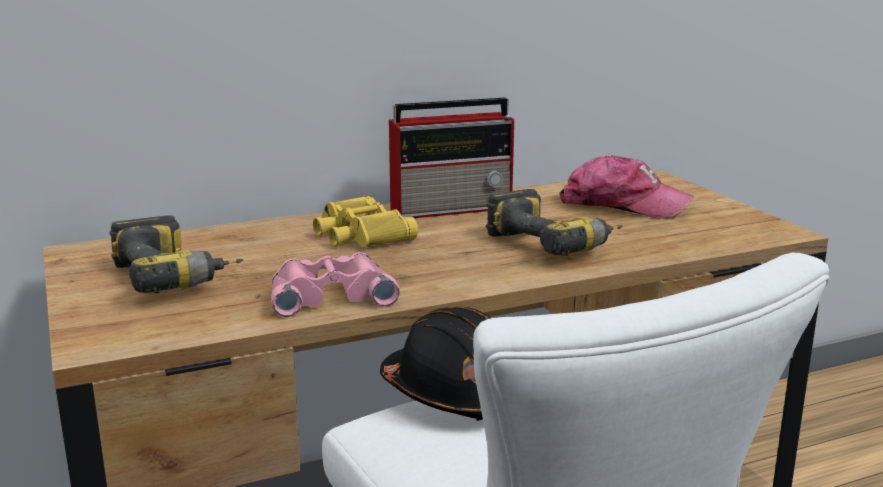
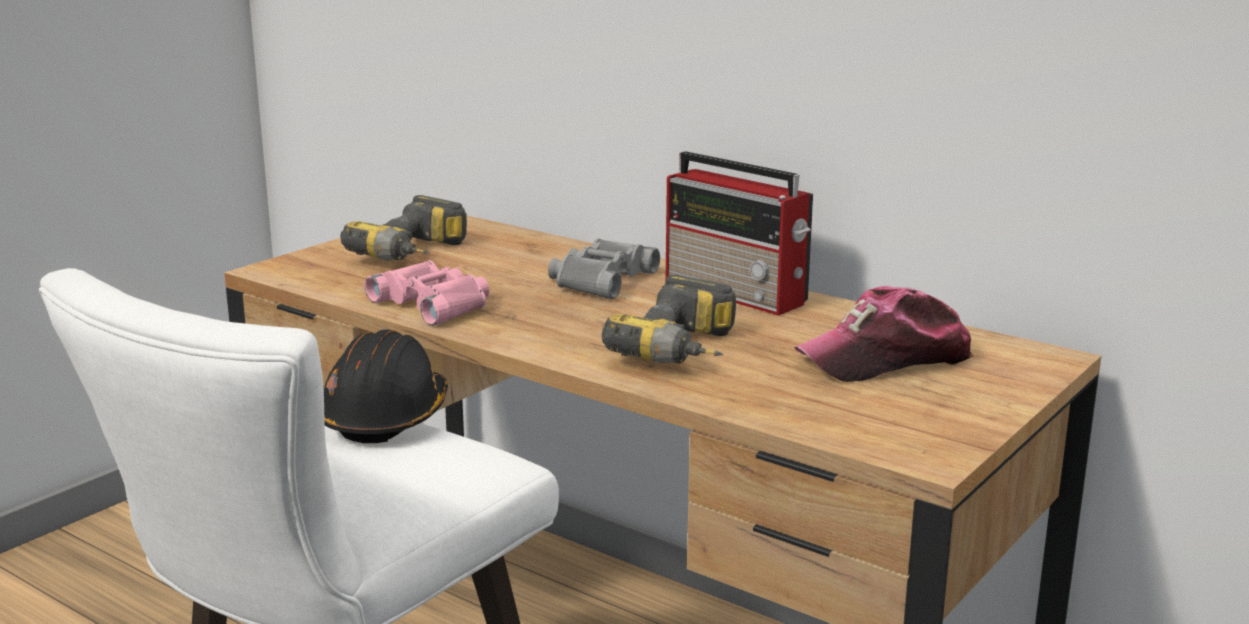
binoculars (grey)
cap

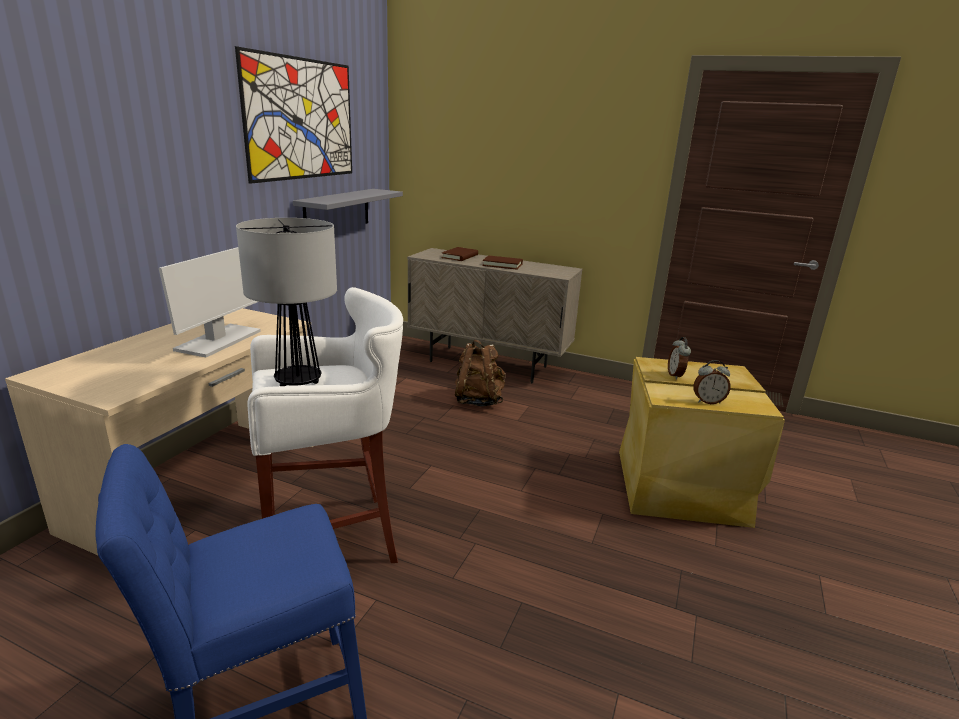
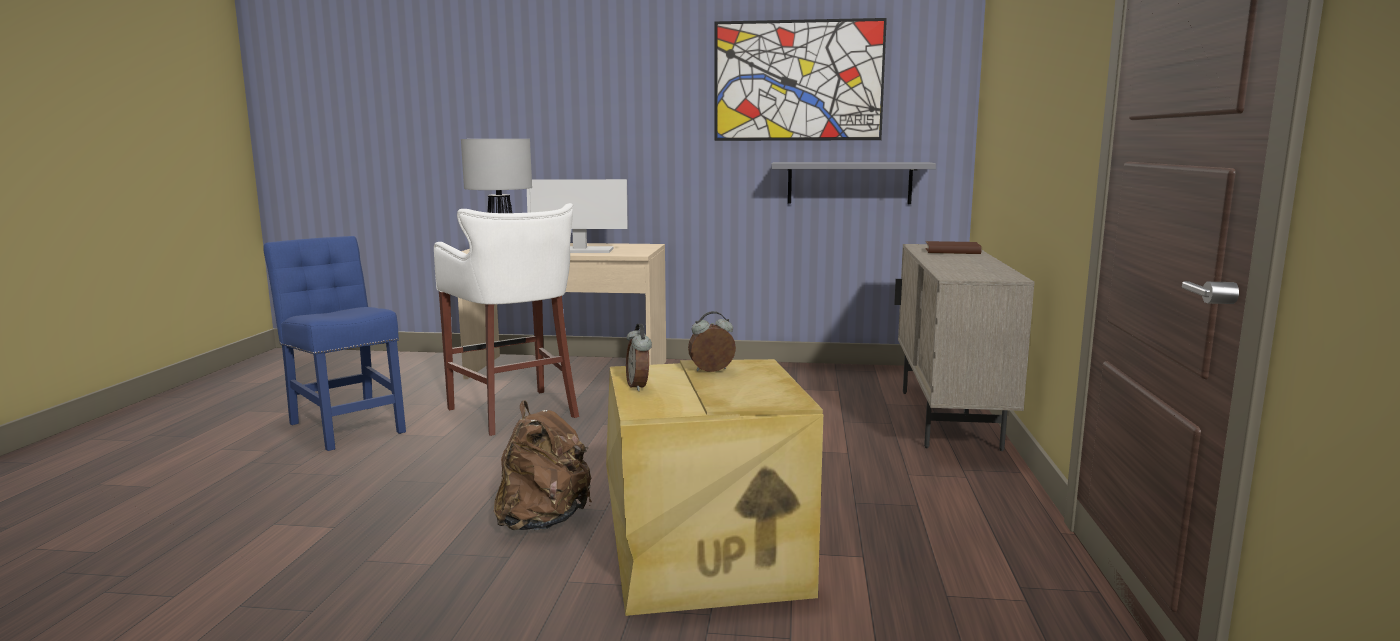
backpack (brown)
book (brown) (2nd from left in the first image)

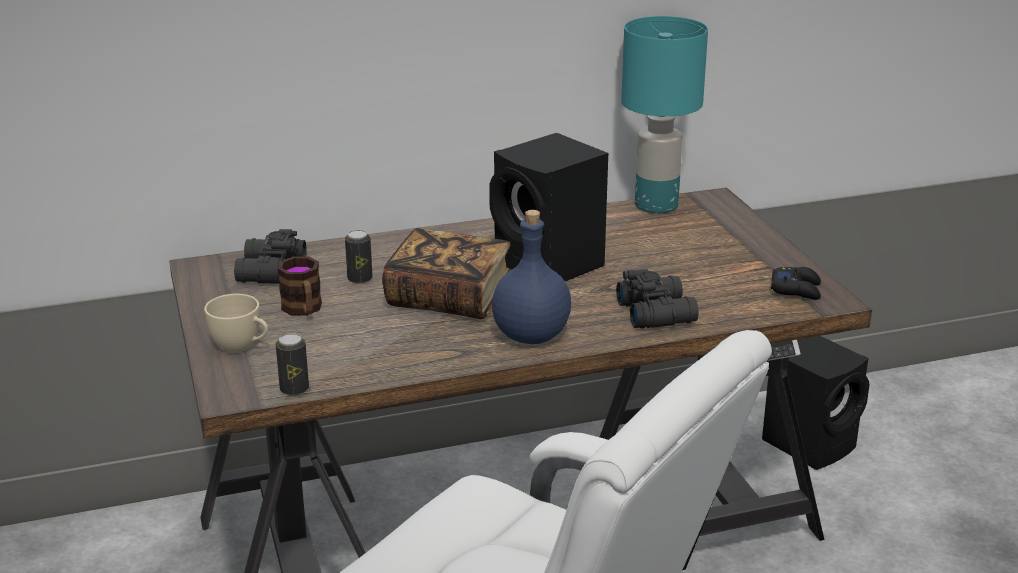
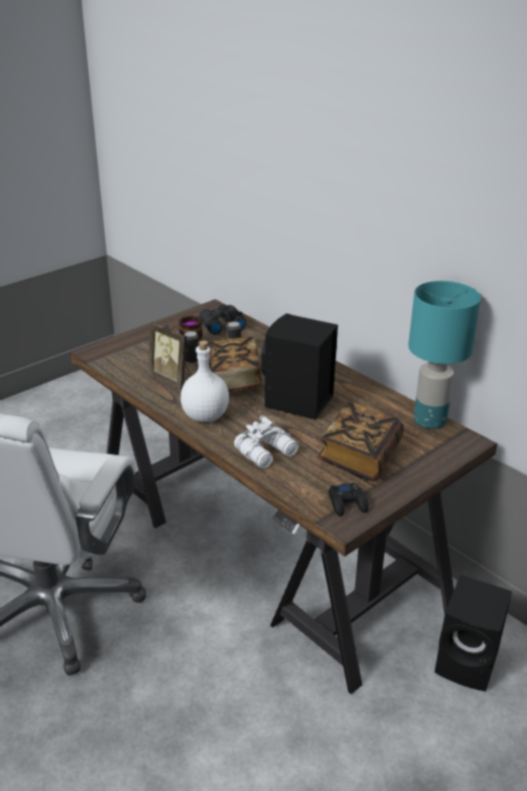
picture frame
bottle (white)
can (1st from left)
binoculars (white)
book (2nd from left)
cup (beige)

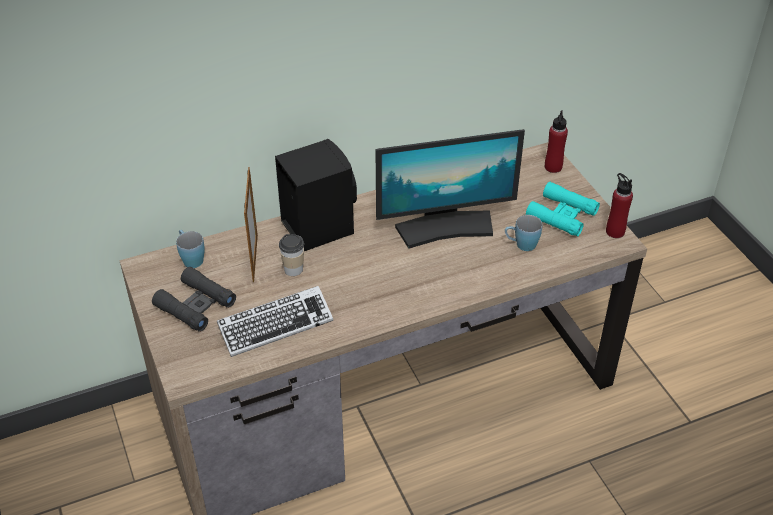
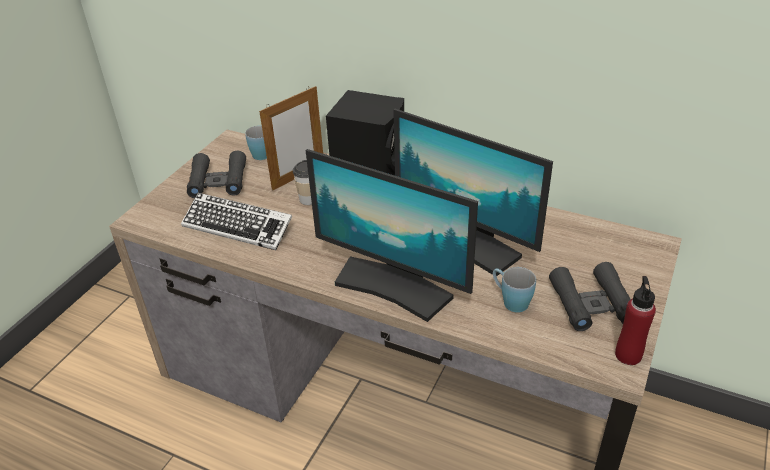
monitor (1st from left)
binoculars (black) (2nd from left)
bottle (red) (1st from left in the first image)

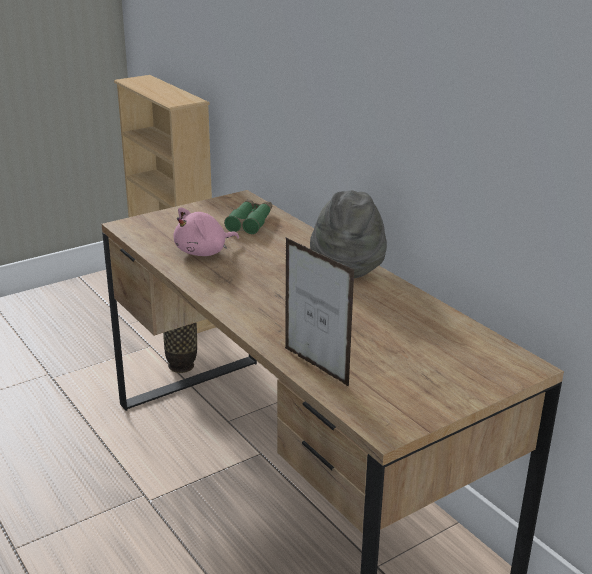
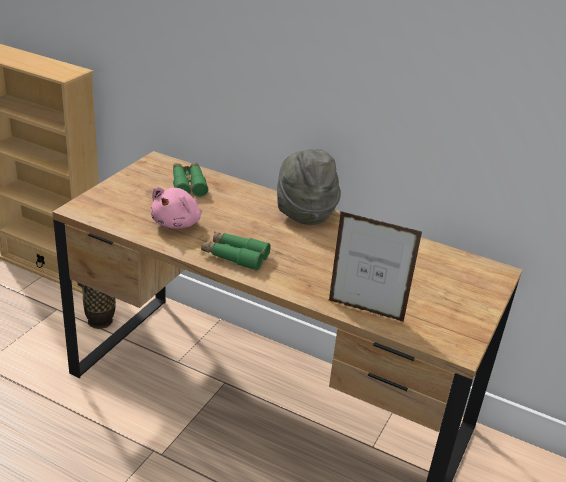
binoculars (green) (2nd from left)

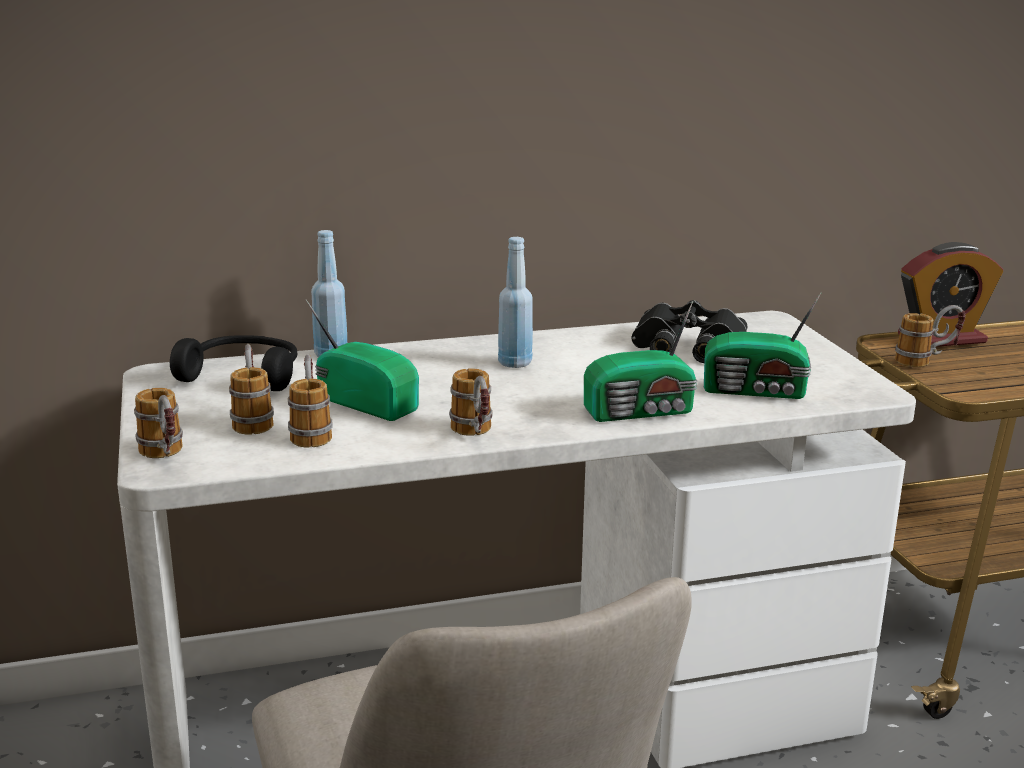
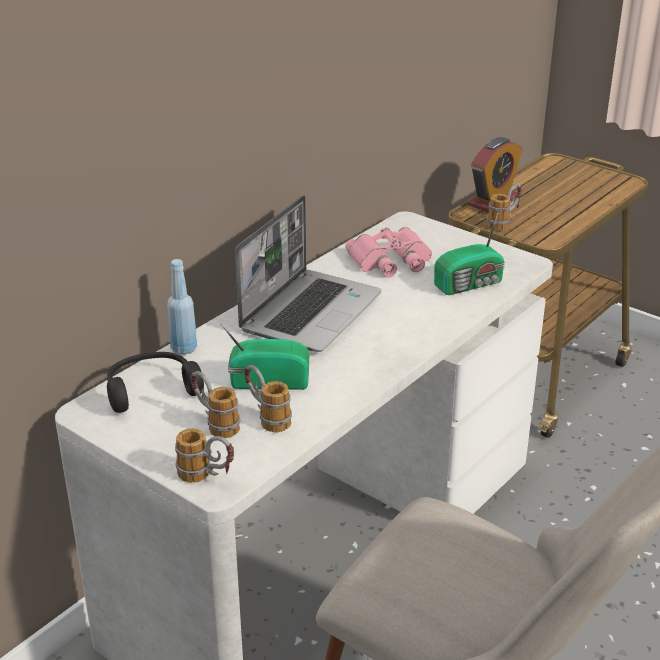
laptop
binoculars (pink)
mug (4th from left in the first image)
radio (2nd from left in the first image)

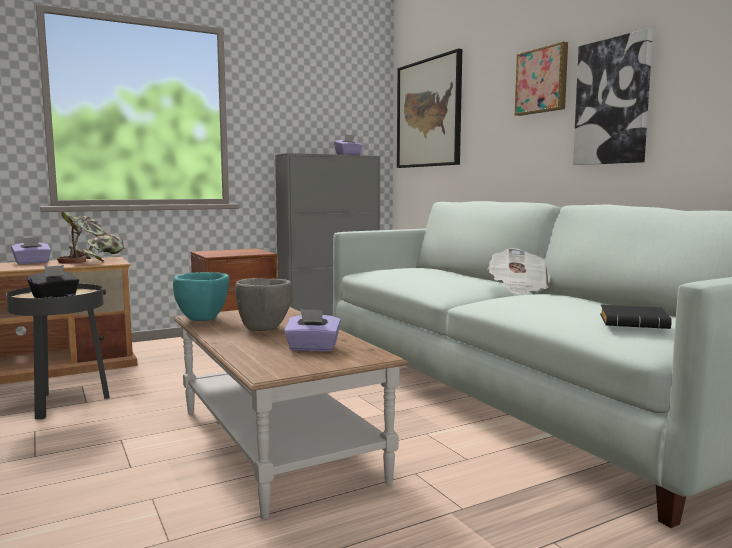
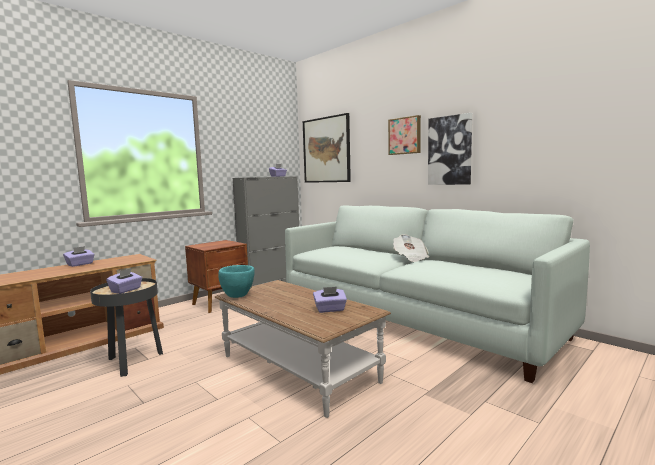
tissue box (purple) (2nd from left)
potted plant
bowl (grey)
book (black)

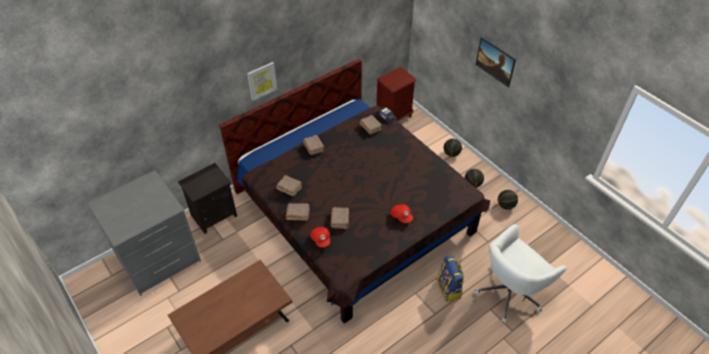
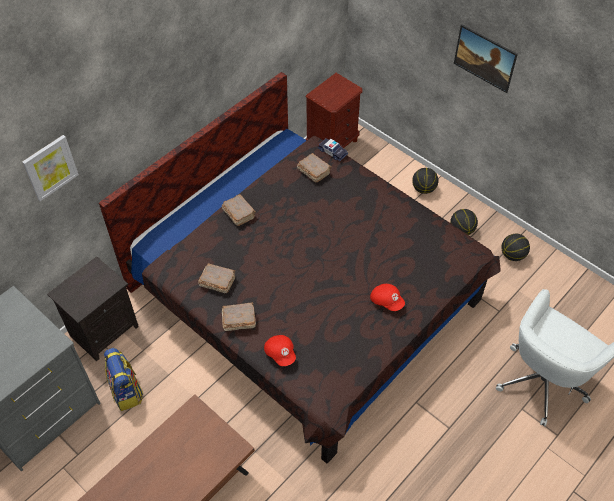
picture (1st from left)
backpack
book (brown) (4th from left in the first image)

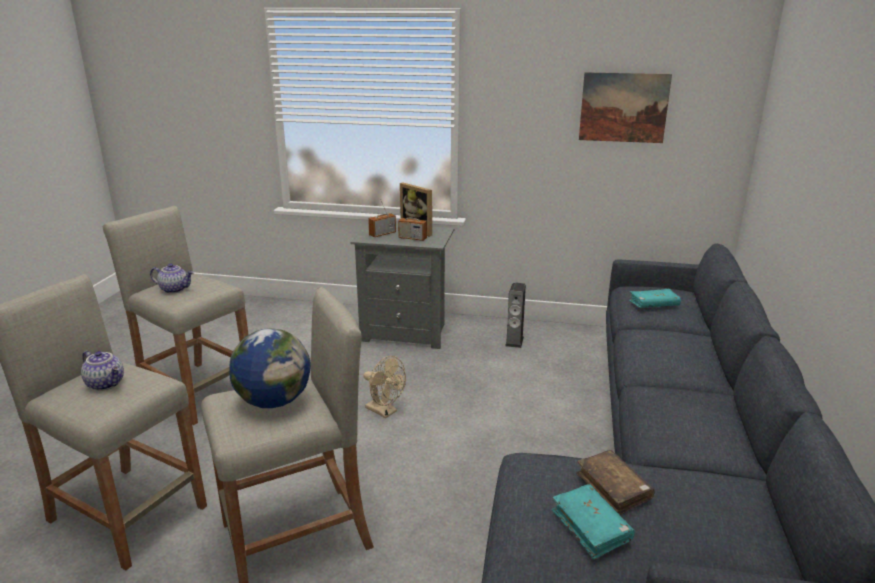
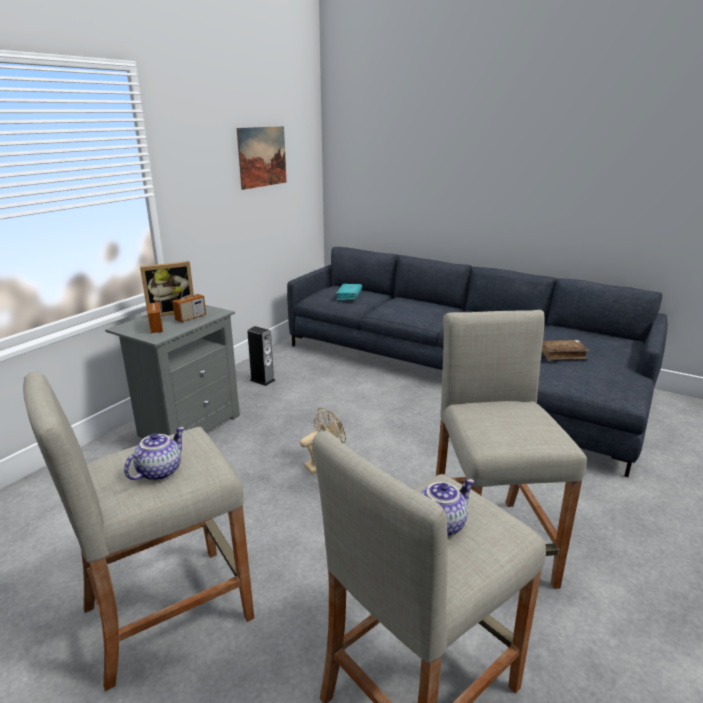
globe
book (turquoise) (1st from left in the first image)

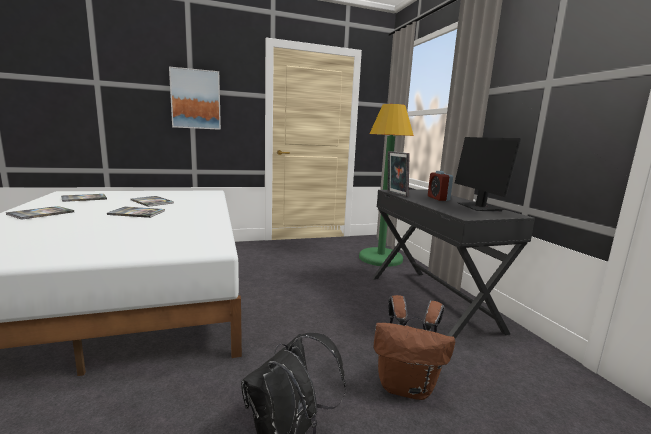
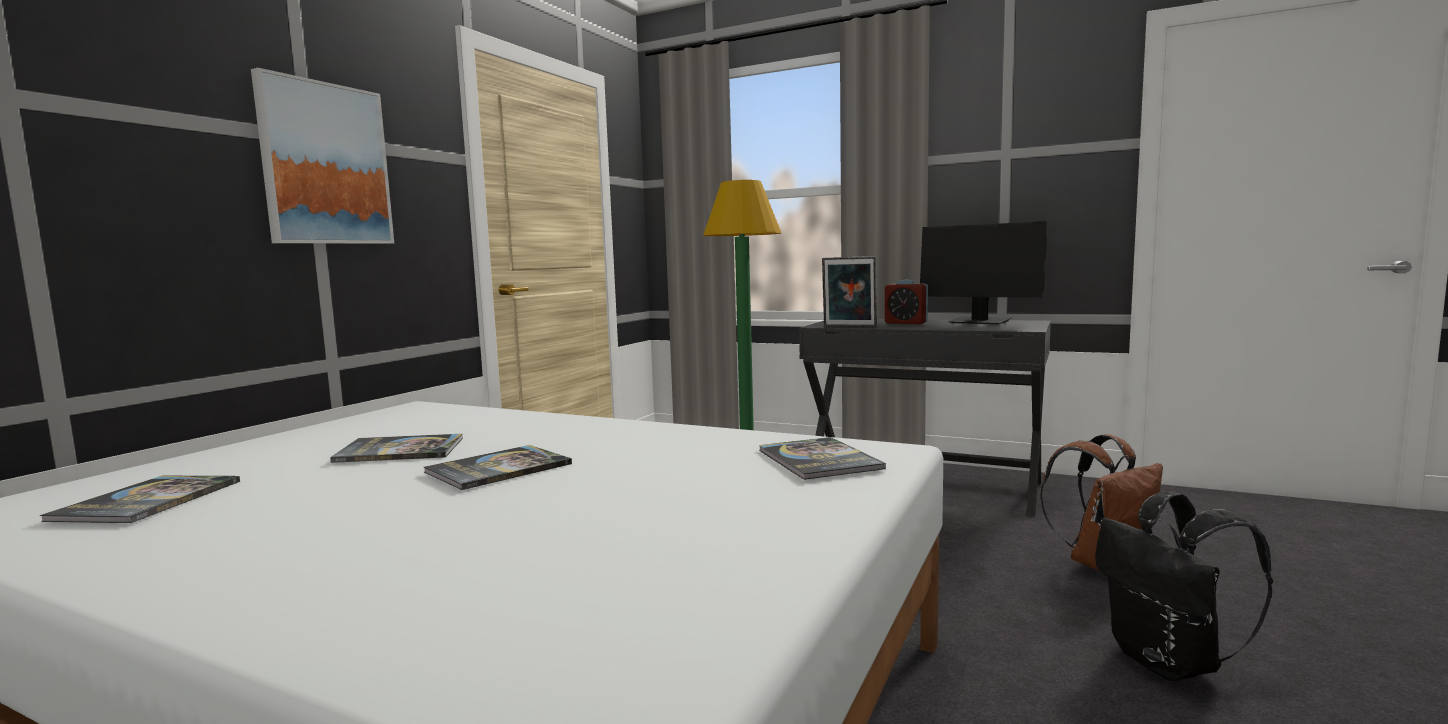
book (4th from left)

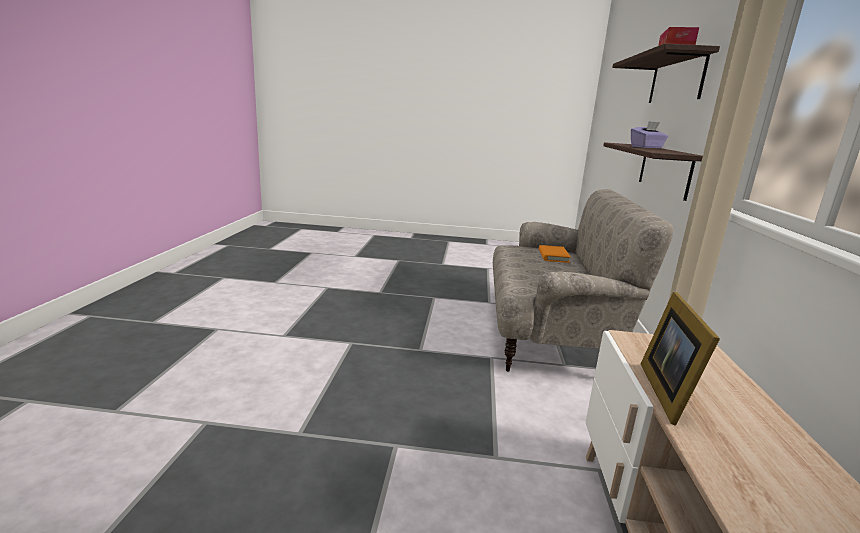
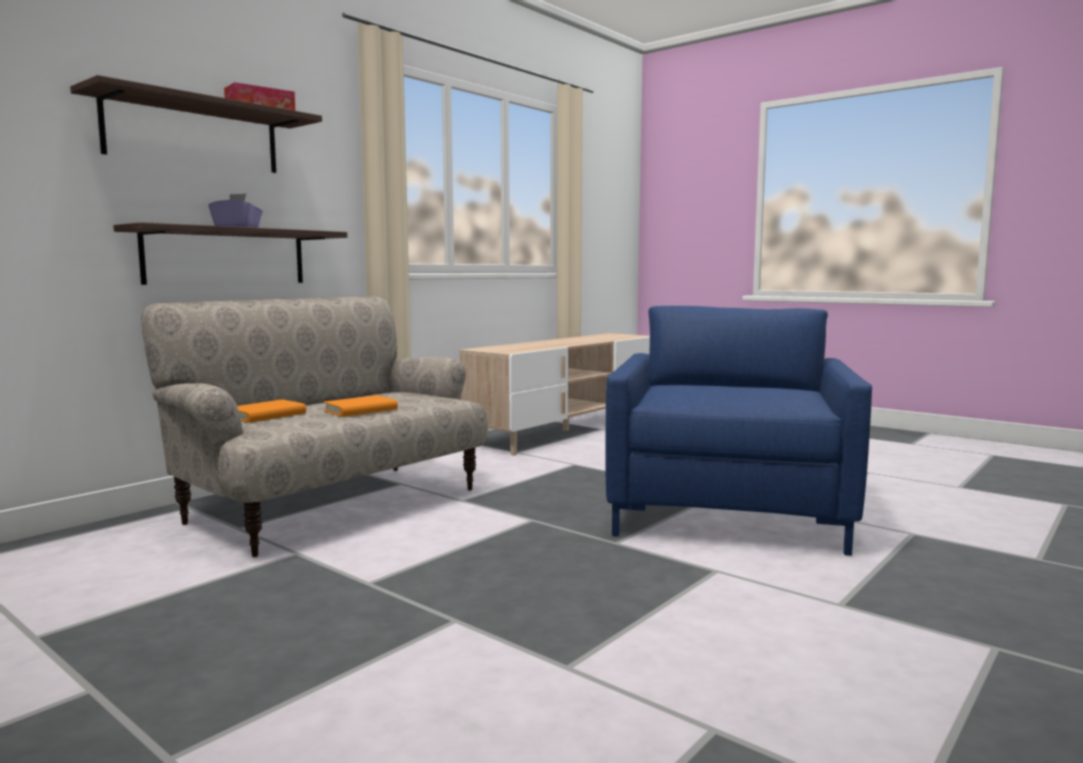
book (orange) (2nd from left)
armchair (blue)
picture frame

